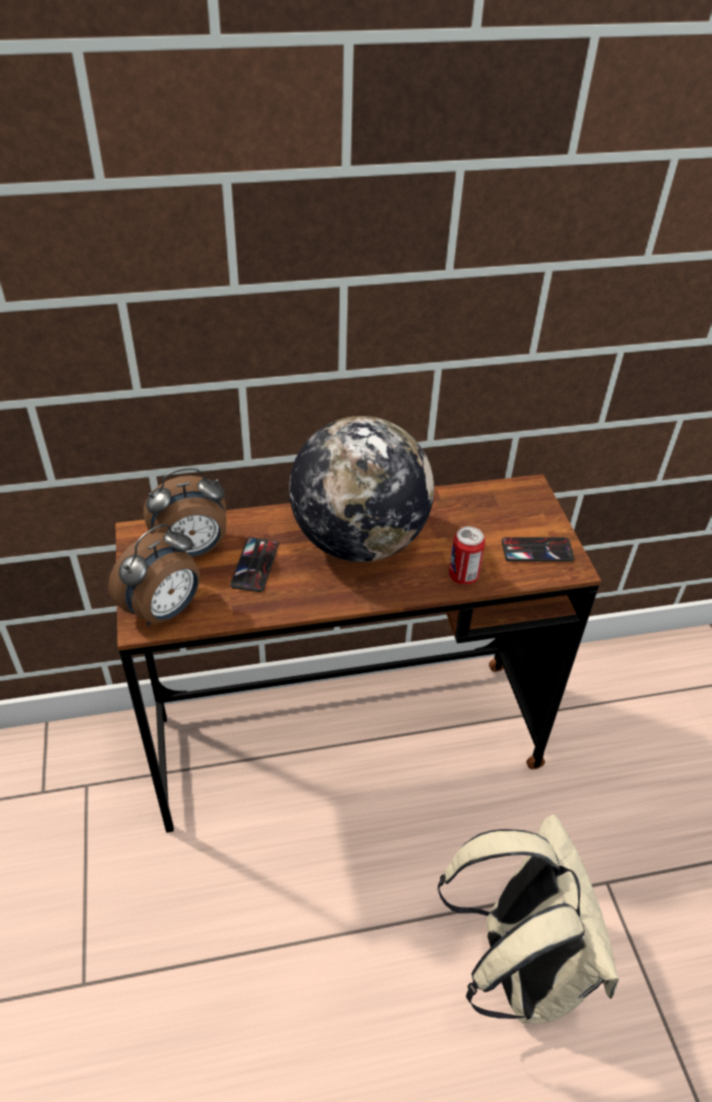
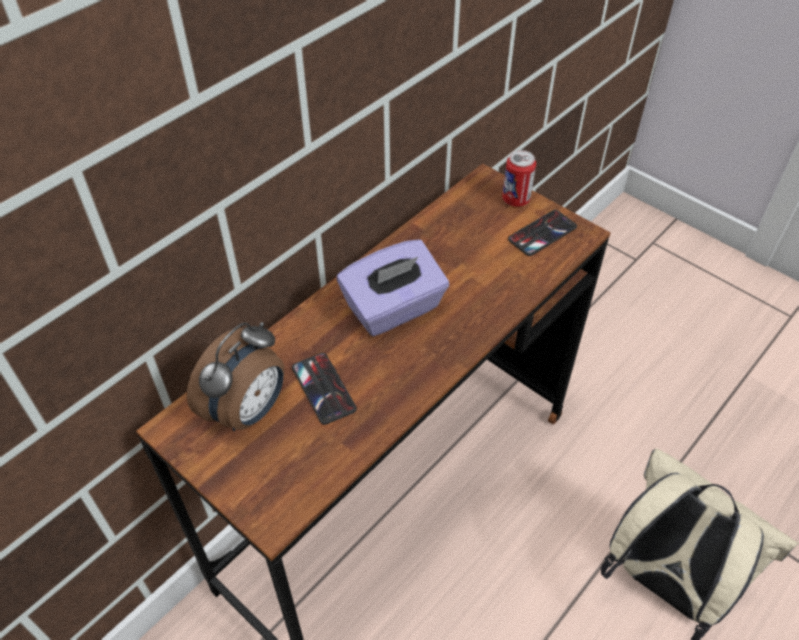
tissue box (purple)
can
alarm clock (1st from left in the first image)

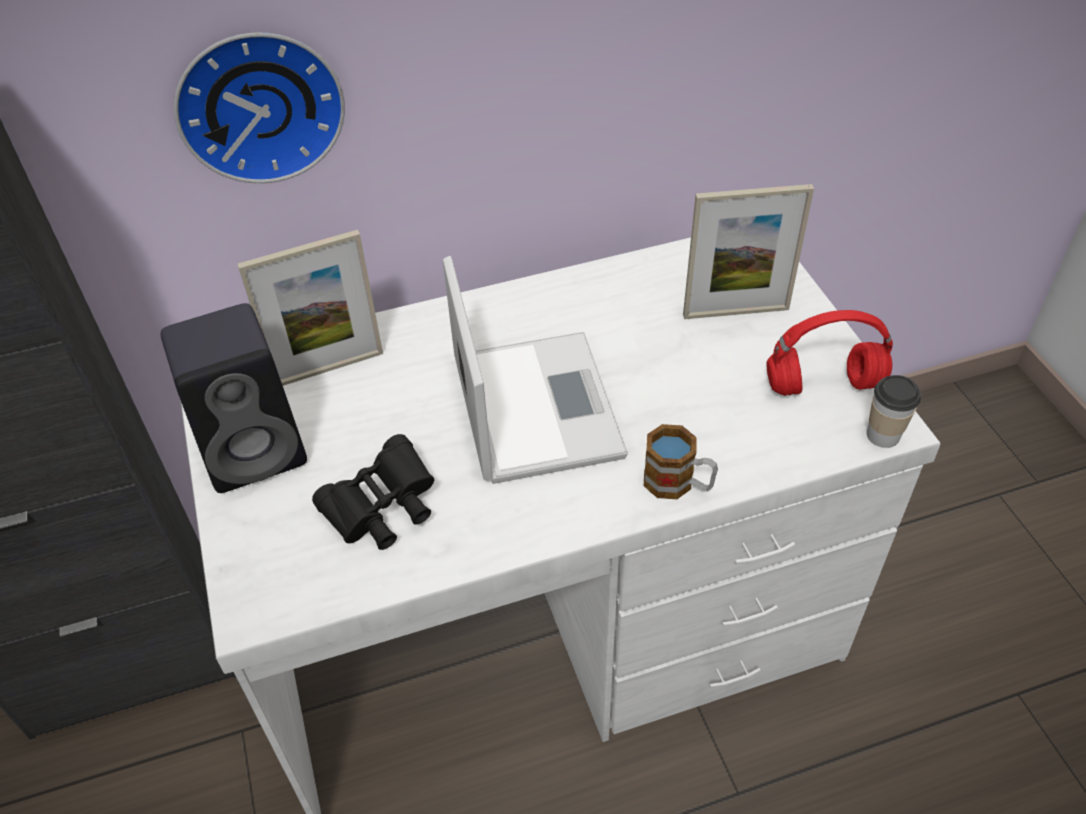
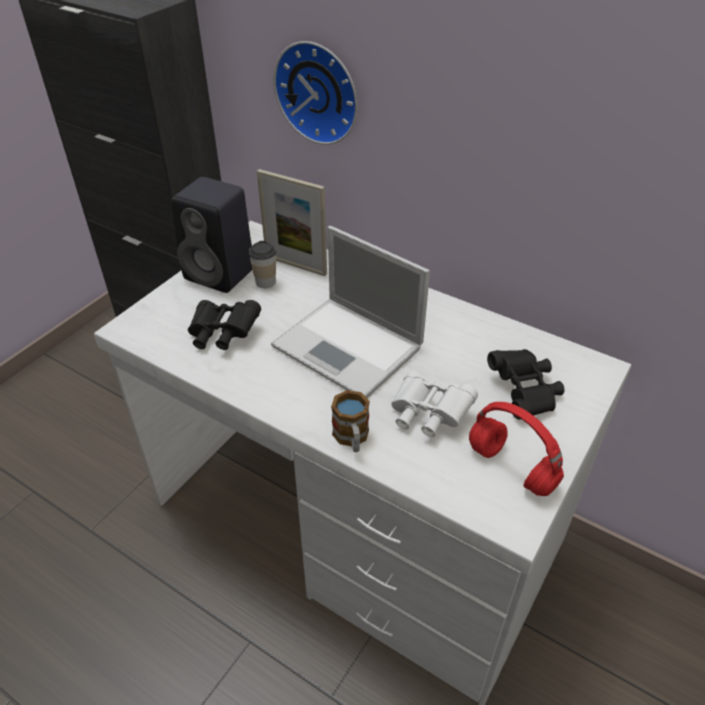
cup
laptop
binoculars (white)
binoculars (black) (2nd from left)

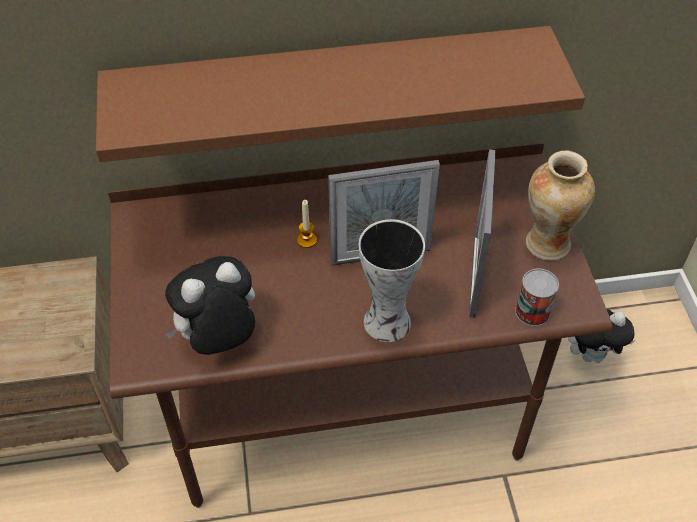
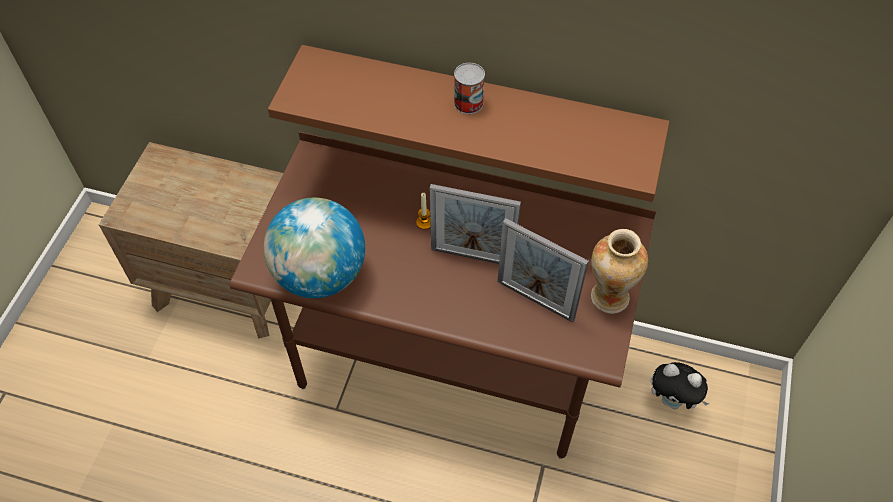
globe
can
picture frame (2nd from left)
vase (1st from left in the first image)

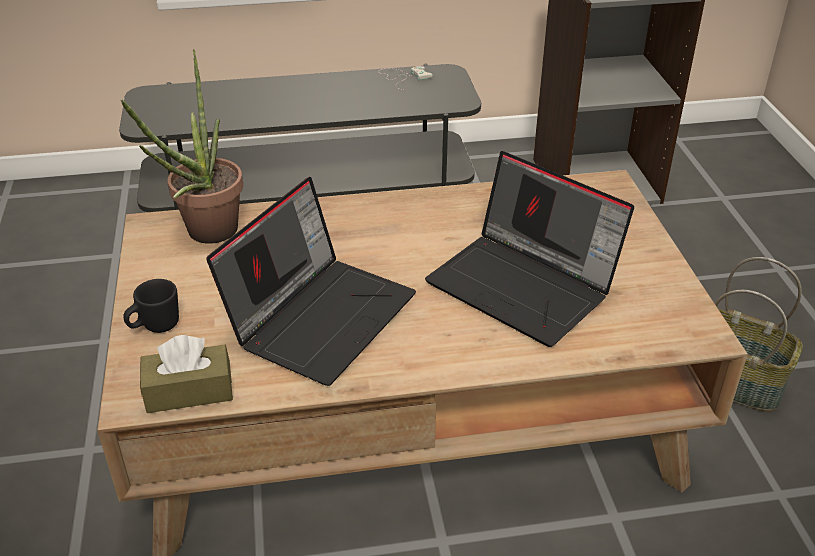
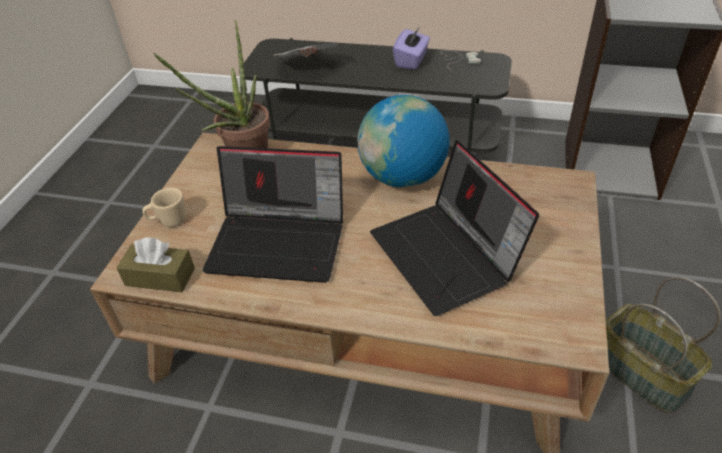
mug (beige)
laptop (1st from left)
newspaper
globe
tissue box (purple)

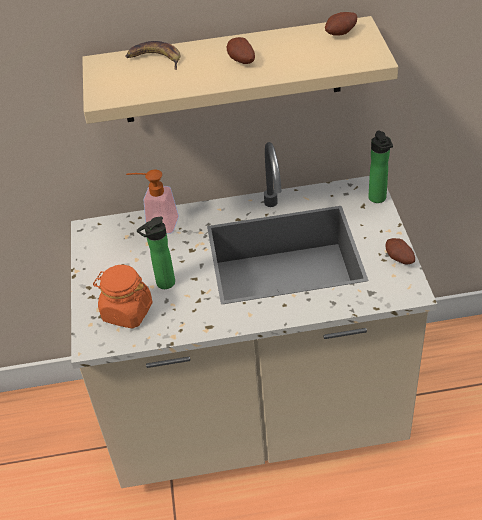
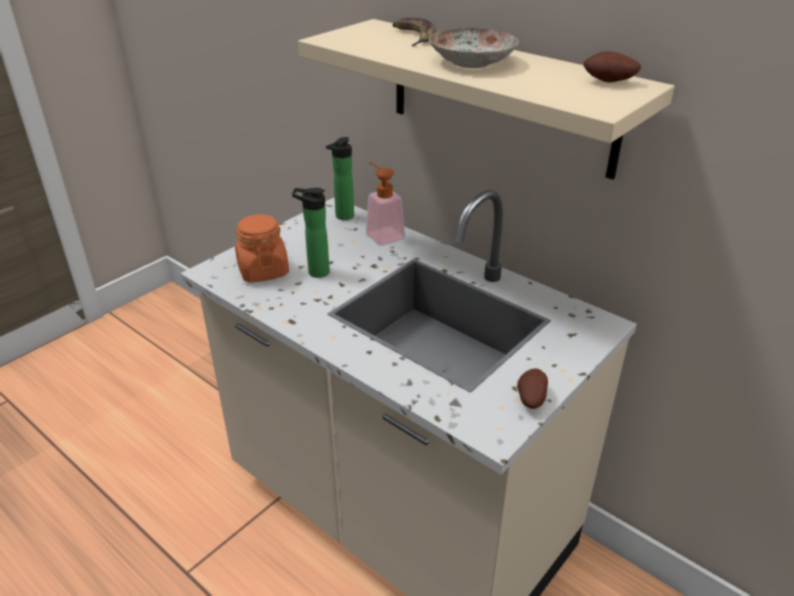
bottle (2nd from left)
plate

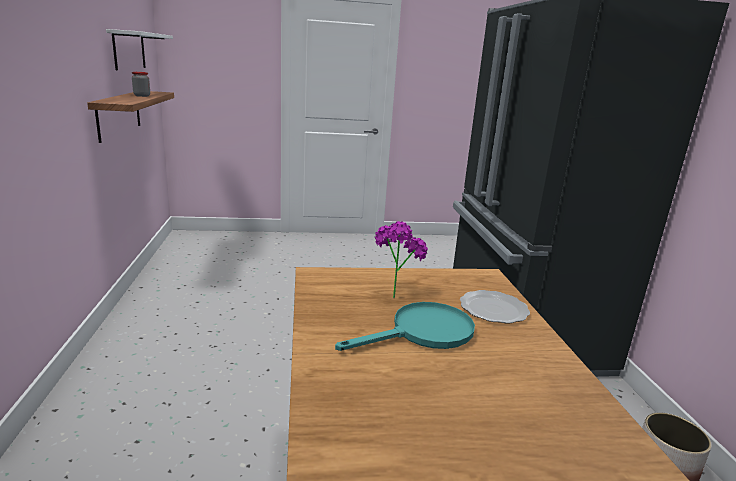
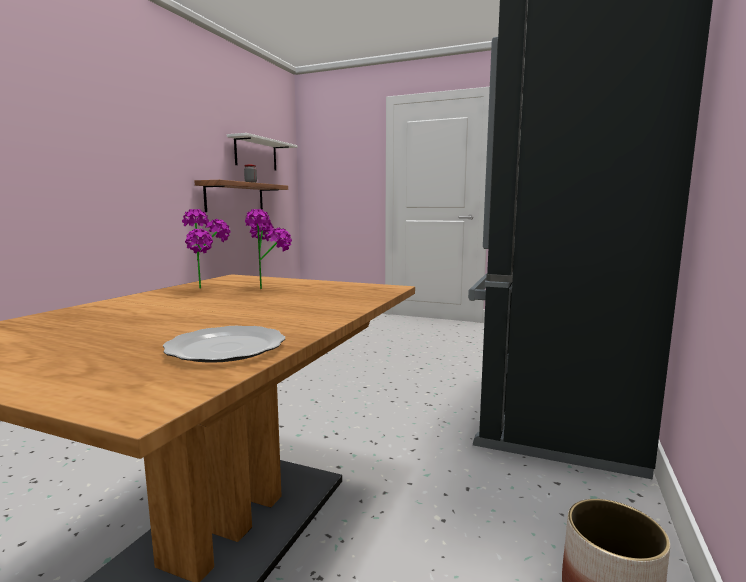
plate
potted plant (1st from left)
frying pan (turquoise)

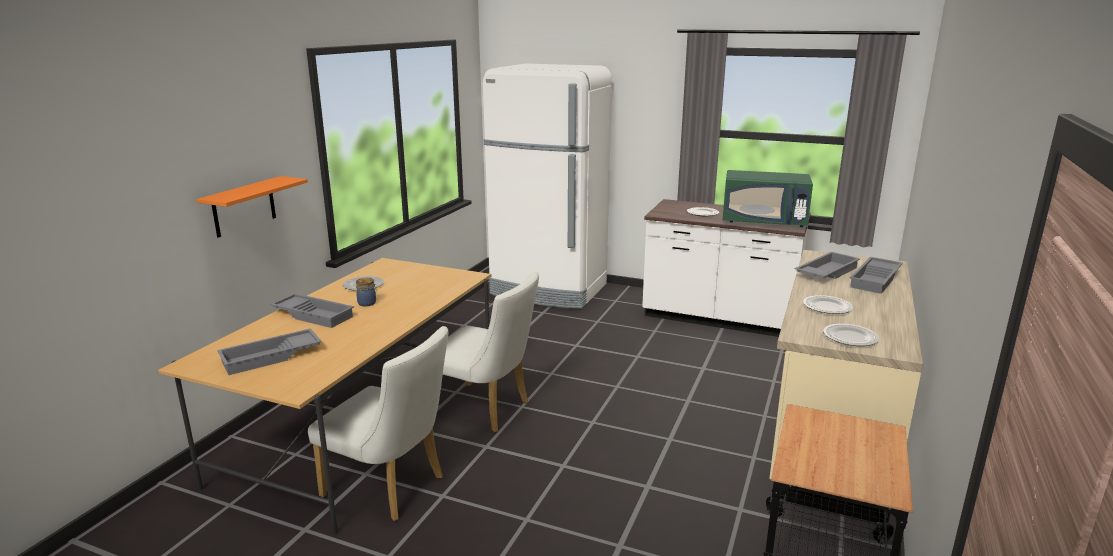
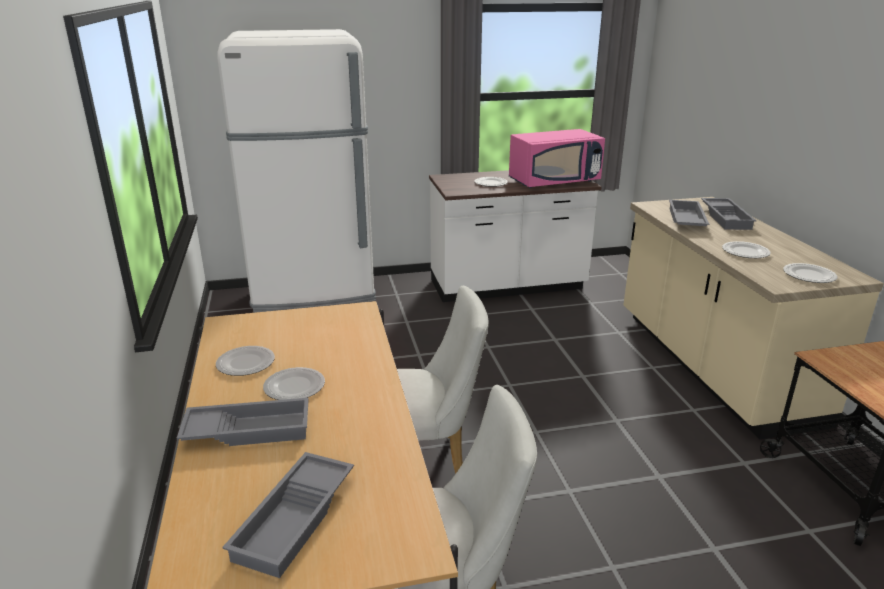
plate (2nd from left)
microwave (pink)
shelf (orange)

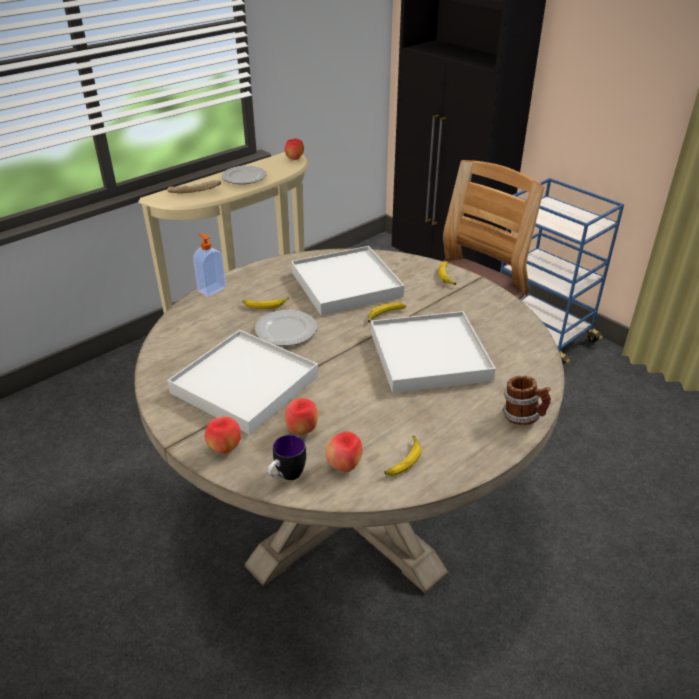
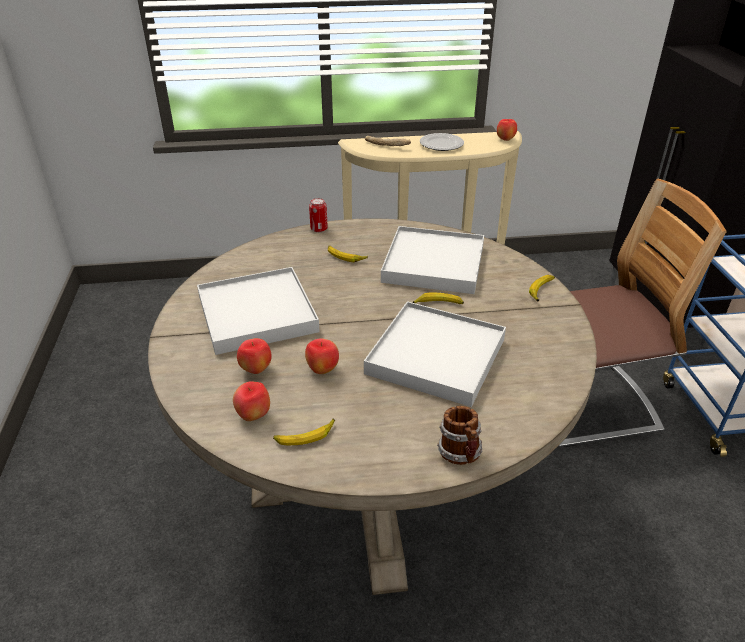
apple (3rd from left)
can
plate (2nd from left in the first image)
mug (1st from left in the first image)

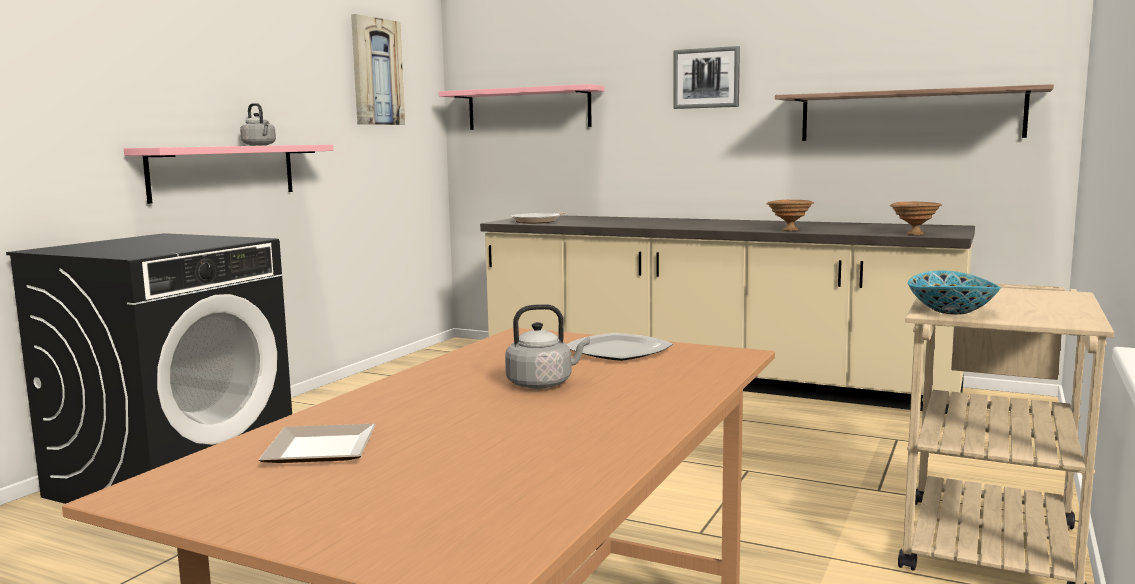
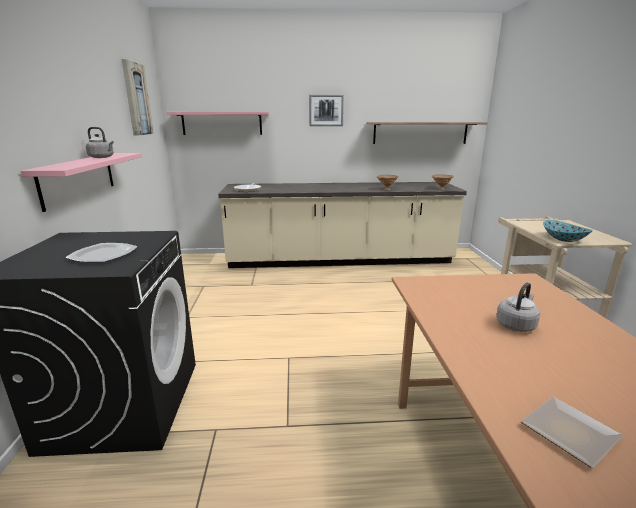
plate (1st from left)

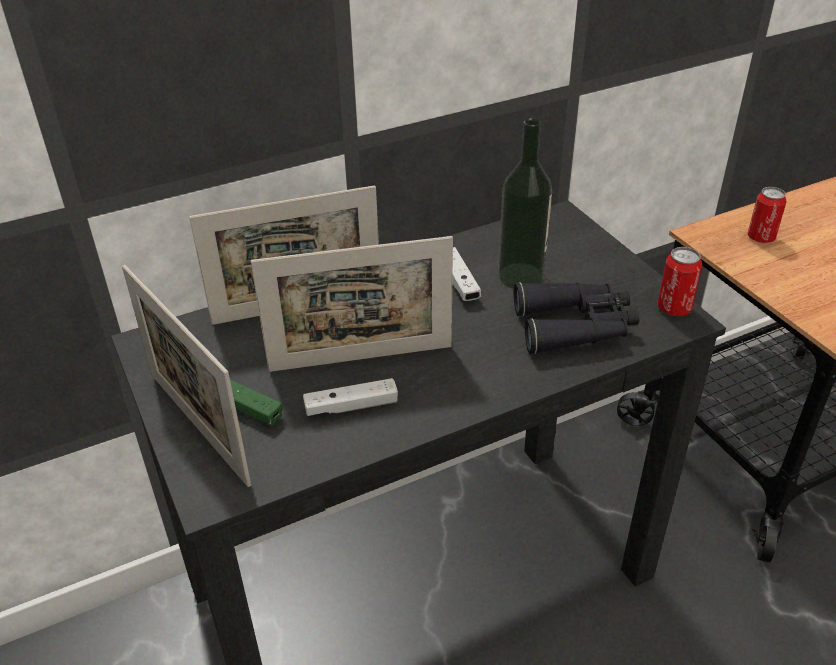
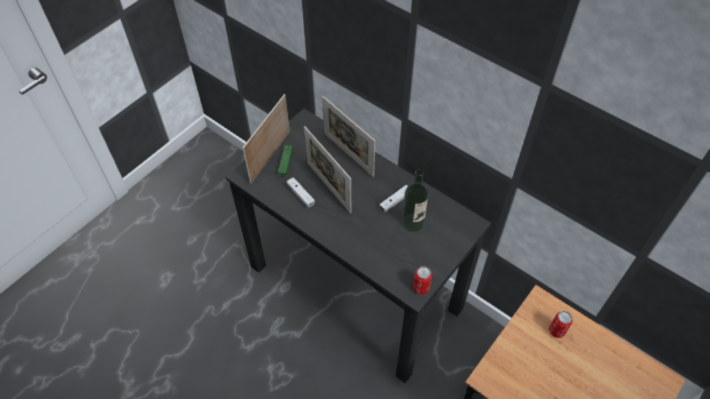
binoculars (black)

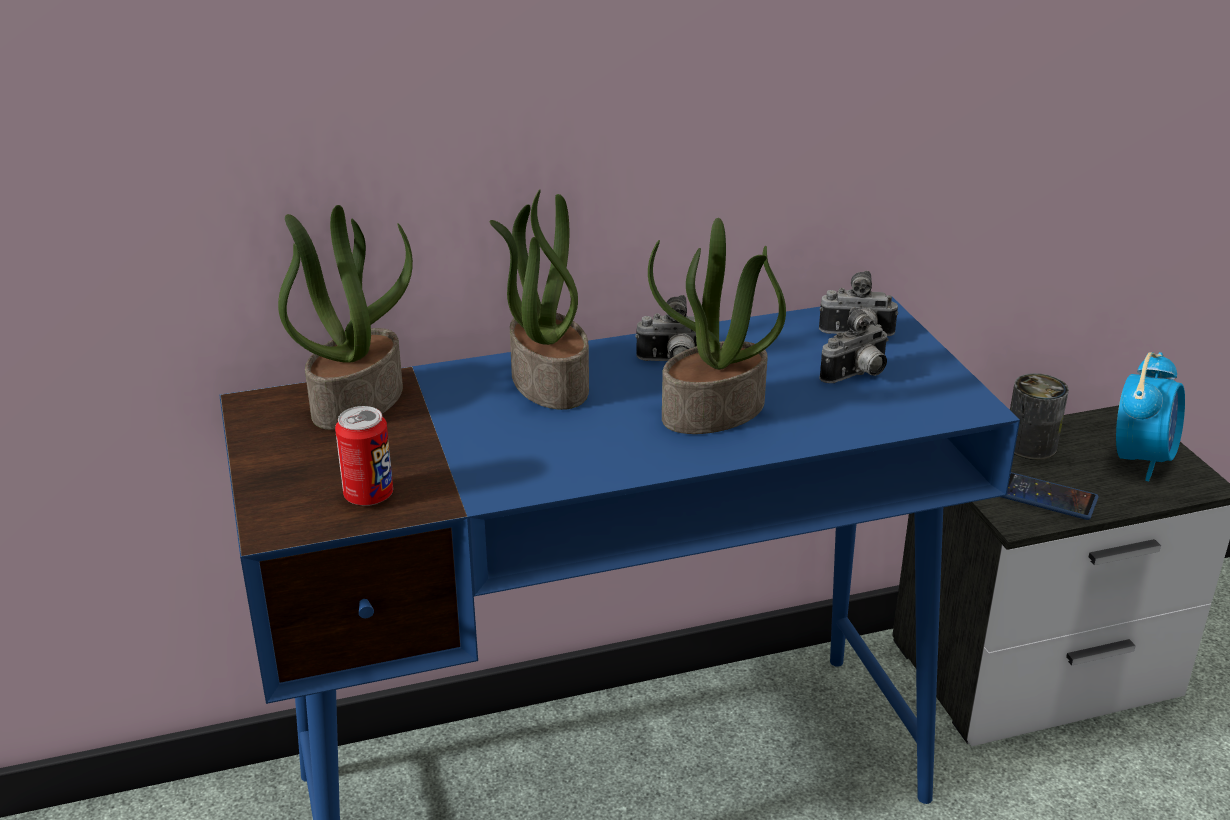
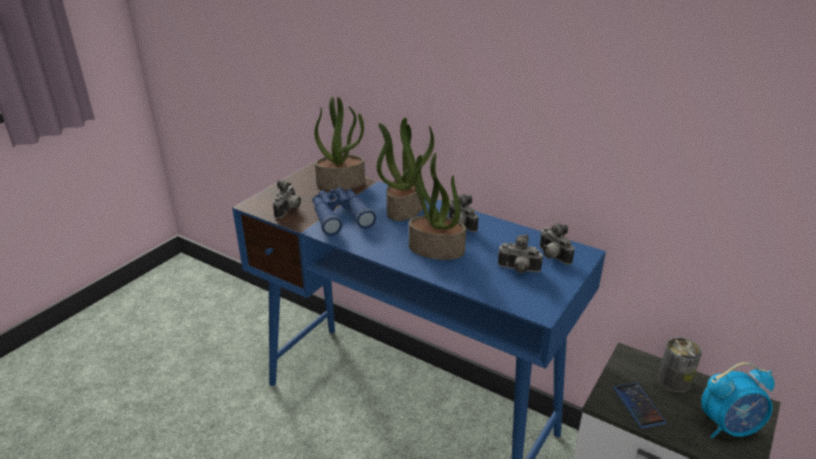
photo camera (1st from left)
binoculars (blue)

